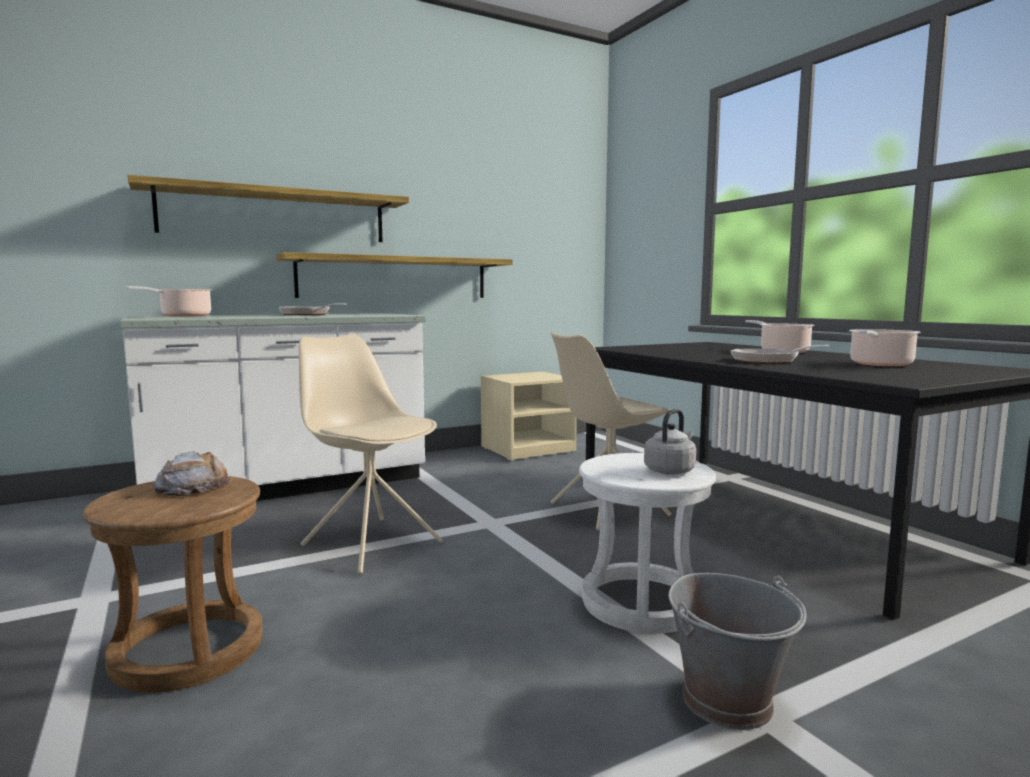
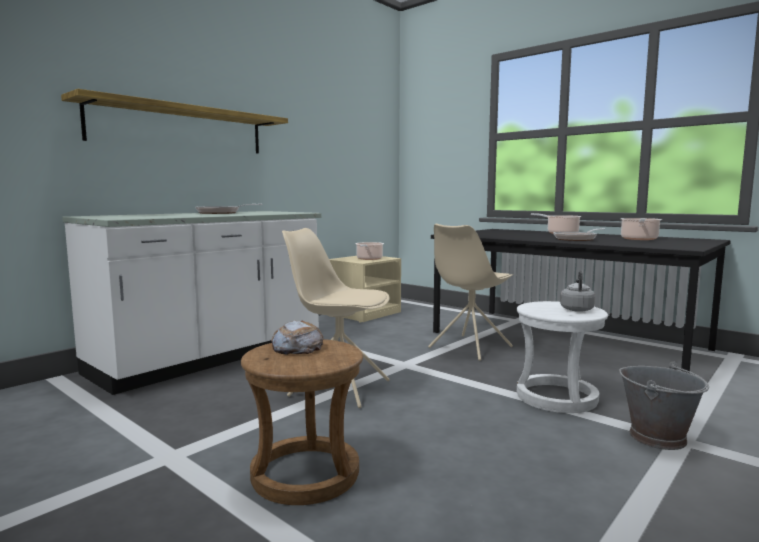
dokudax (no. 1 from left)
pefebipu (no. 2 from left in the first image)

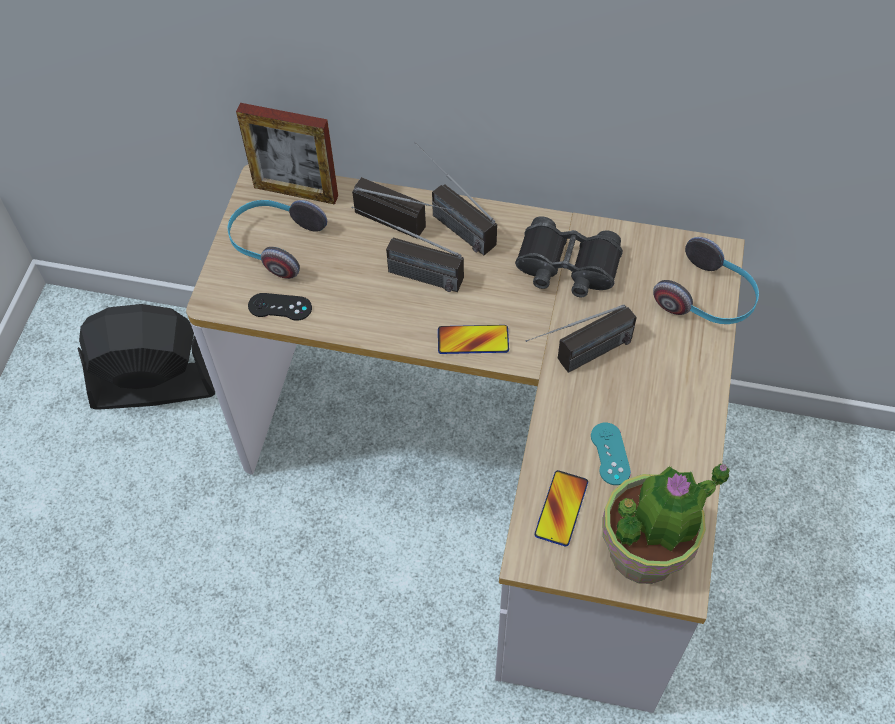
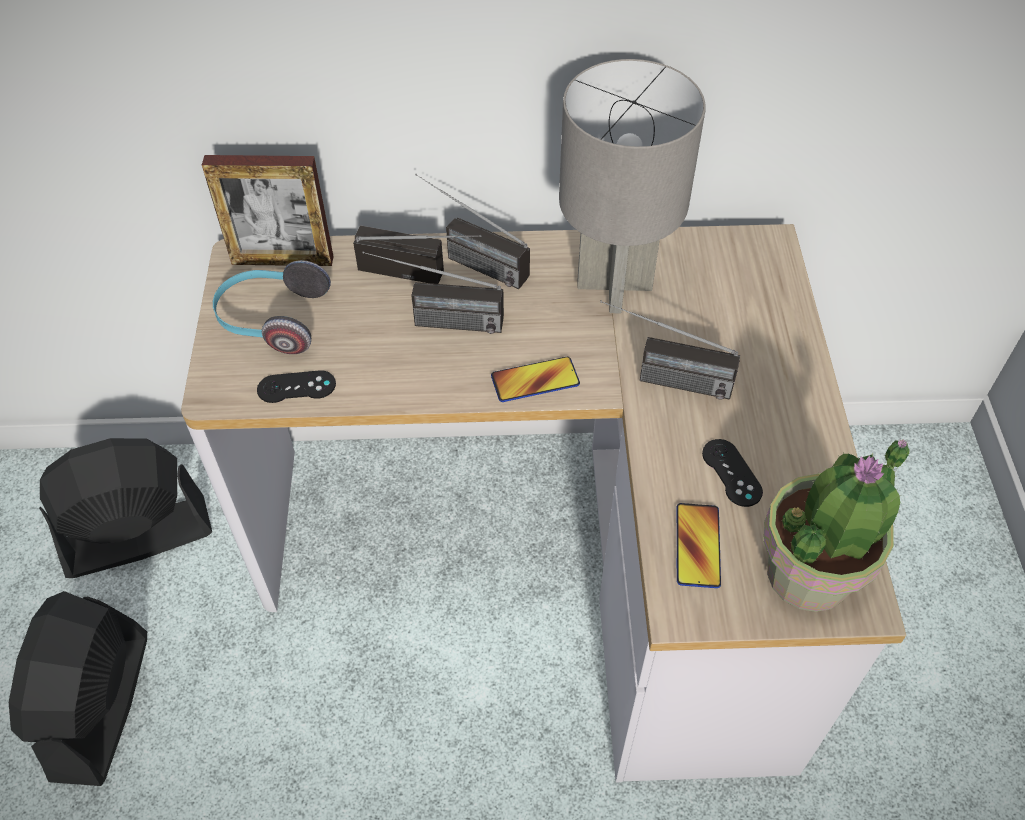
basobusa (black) (no. 1 from left)
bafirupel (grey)
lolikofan (no. 4 from left)
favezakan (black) (no. 2 from left)
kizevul (no. 2 from left in the first image)

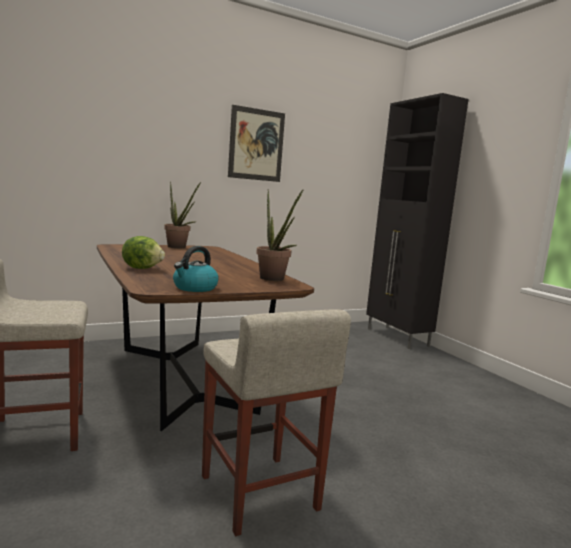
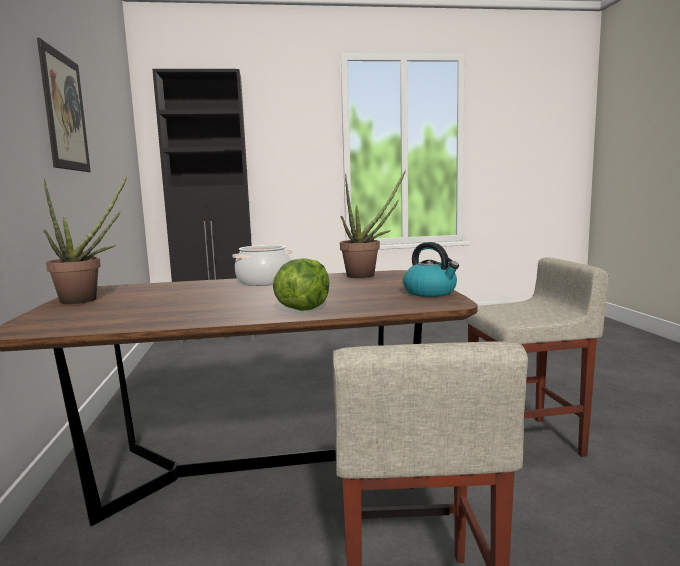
dokudax

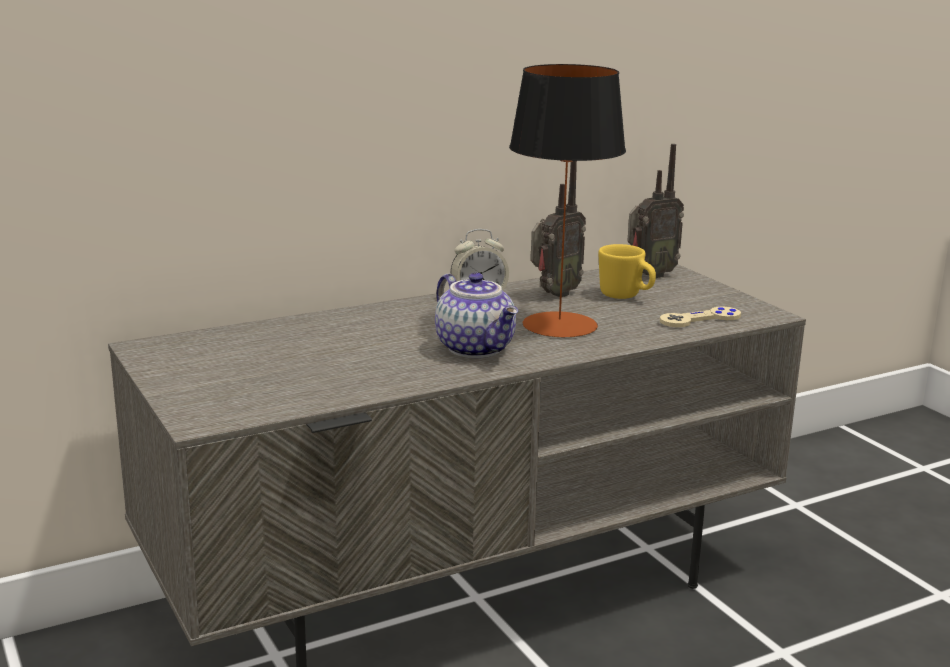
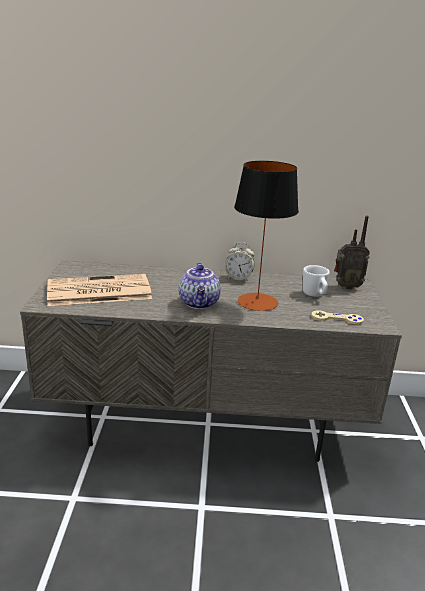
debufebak
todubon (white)
lolikofan (no. 1 from left in the first image)

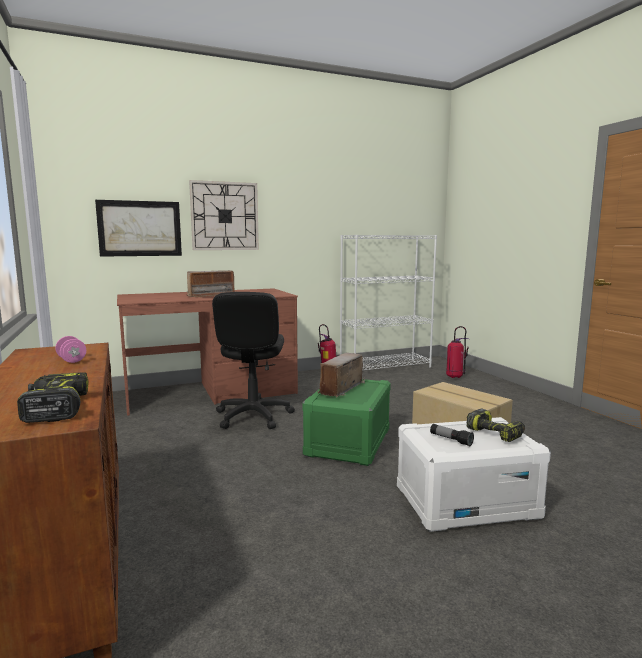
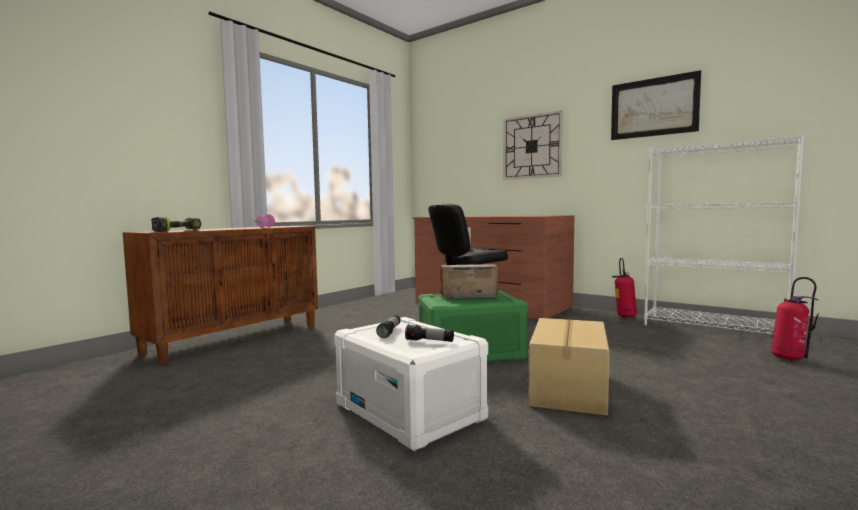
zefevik (no. 2 from left)
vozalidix
lolikofan (no. 1 from left in the first image)

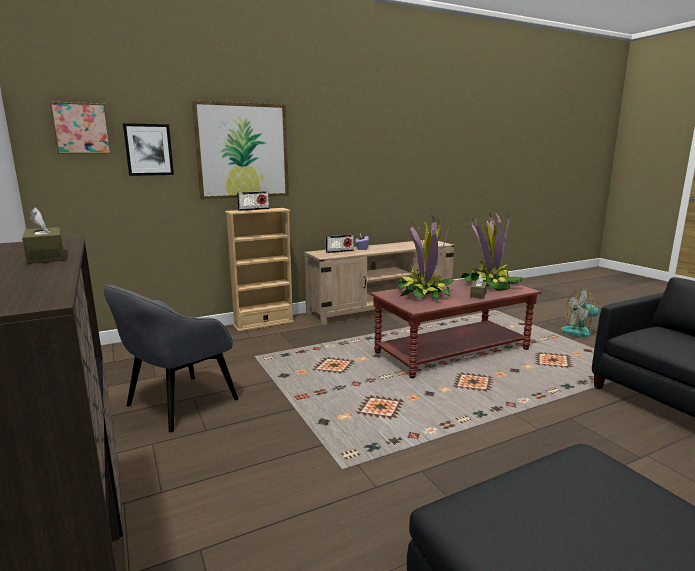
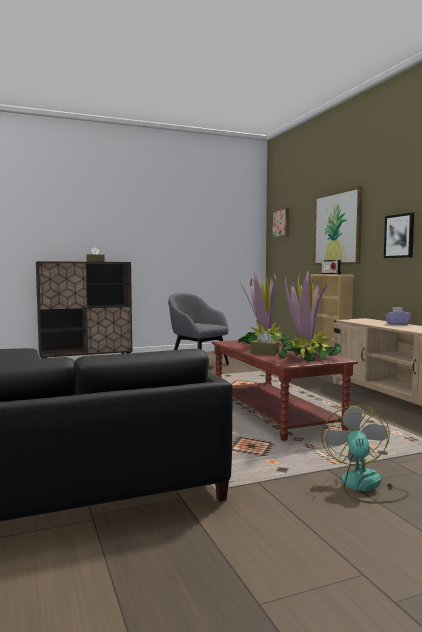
vozalidix (no. 3 from left)
lolikofan (no. 2 from left in the first image)

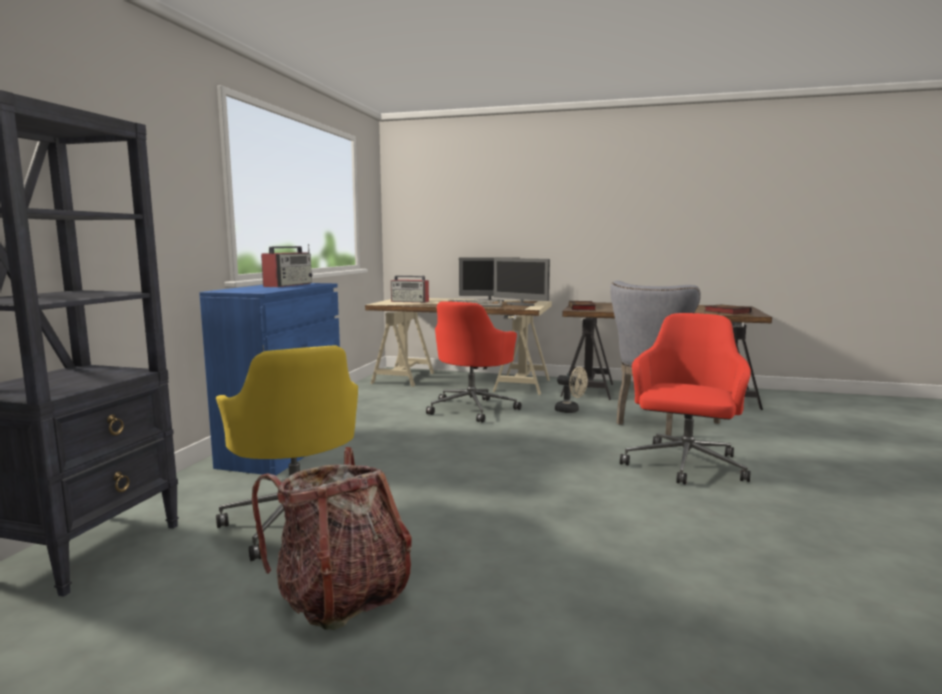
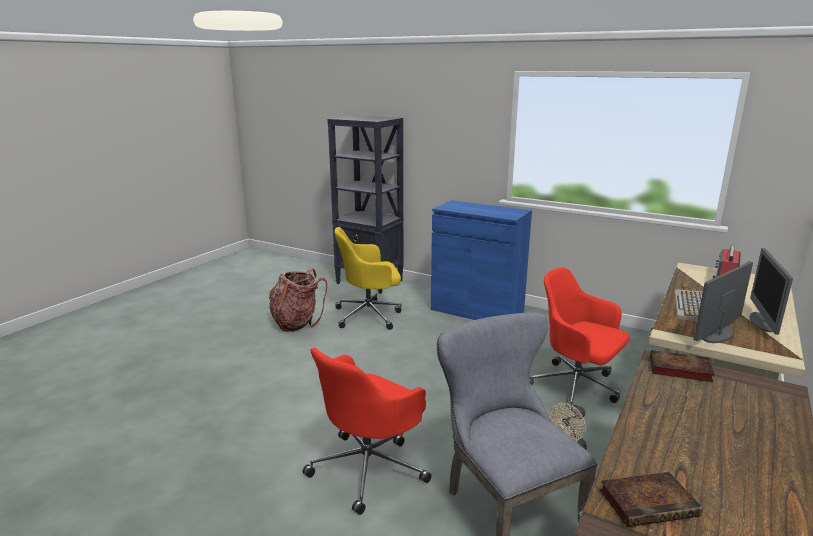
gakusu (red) (no. 1 from left)
lolikofan (no. 1 from left in the first image)

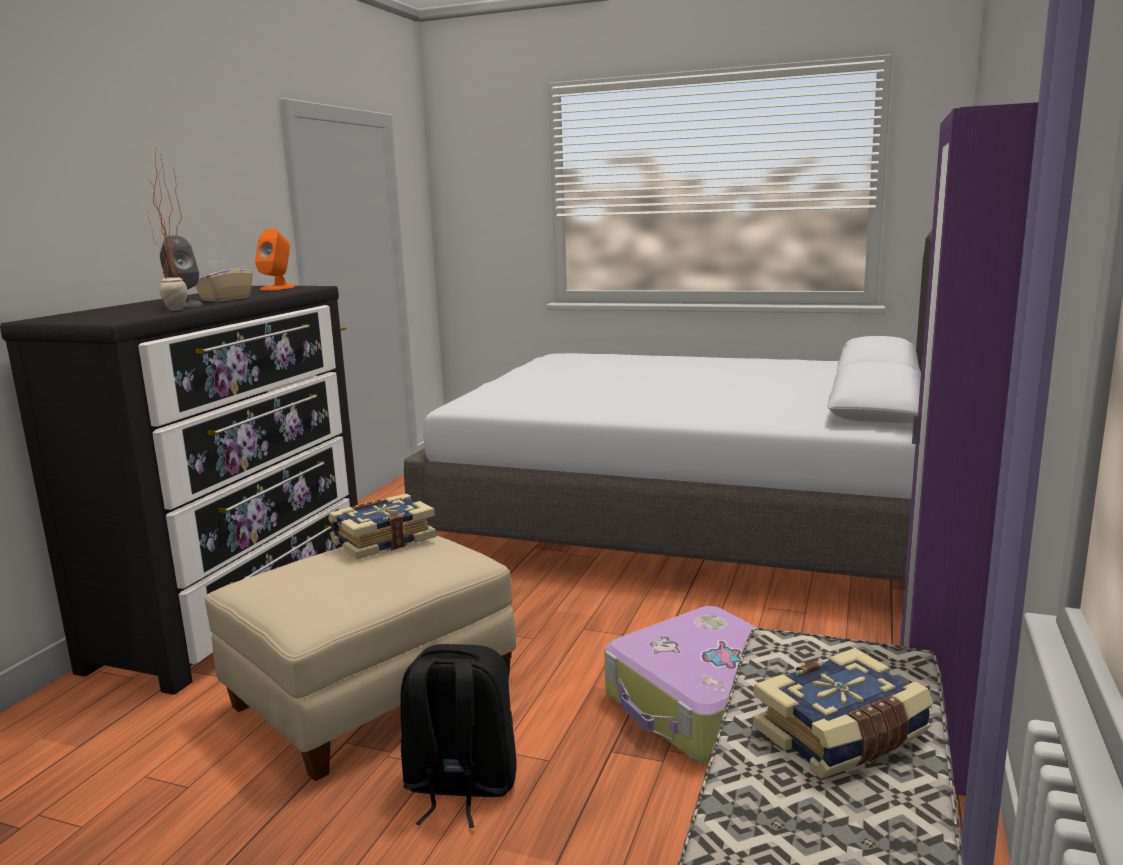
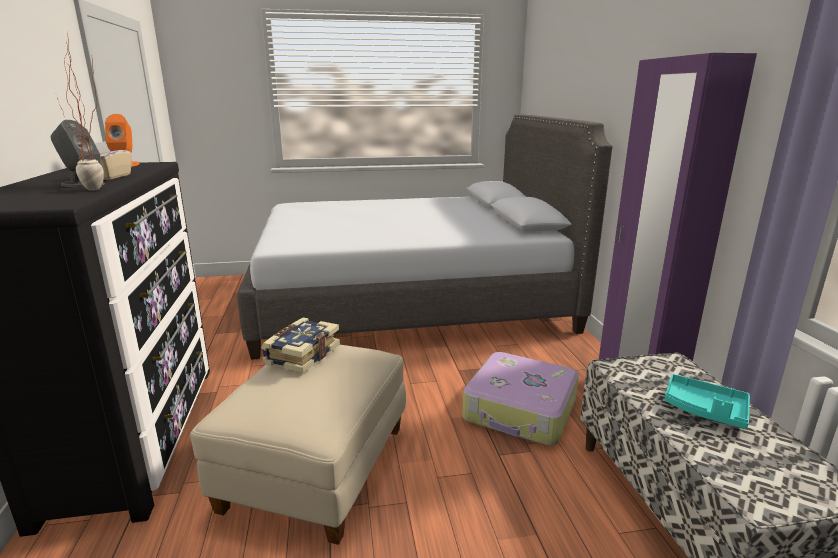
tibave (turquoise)
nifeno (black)

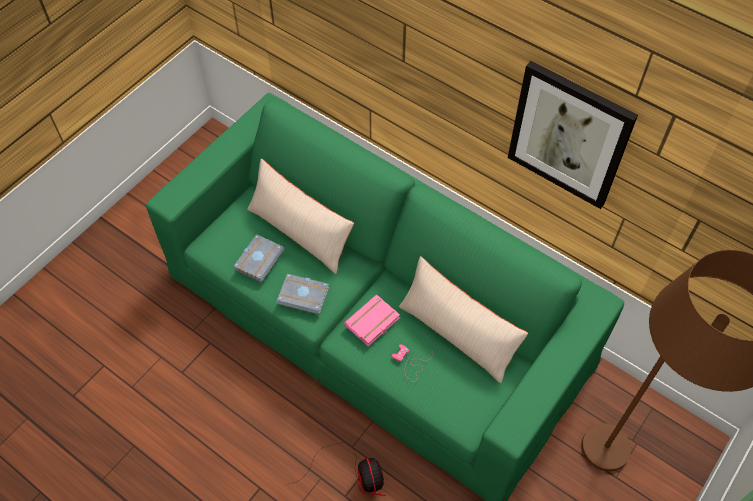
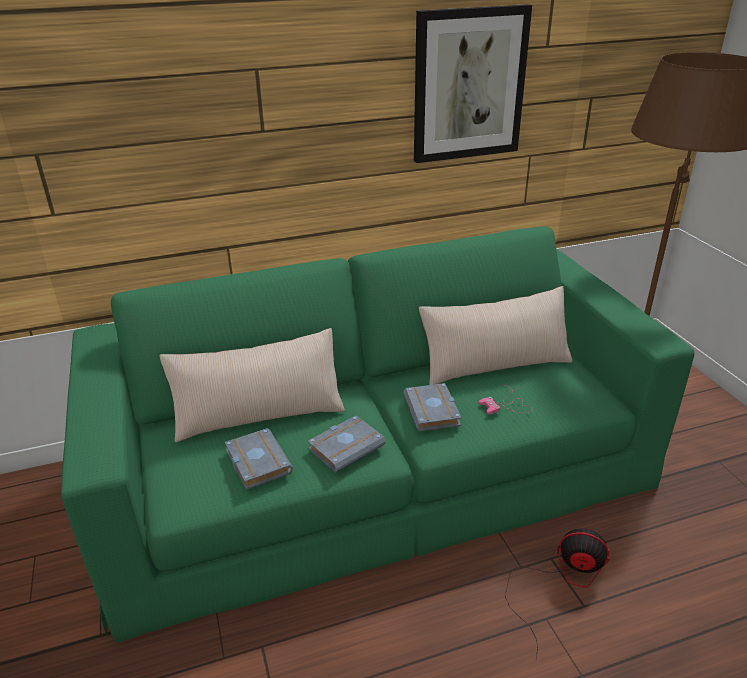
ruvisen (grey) (no. 3 from left)

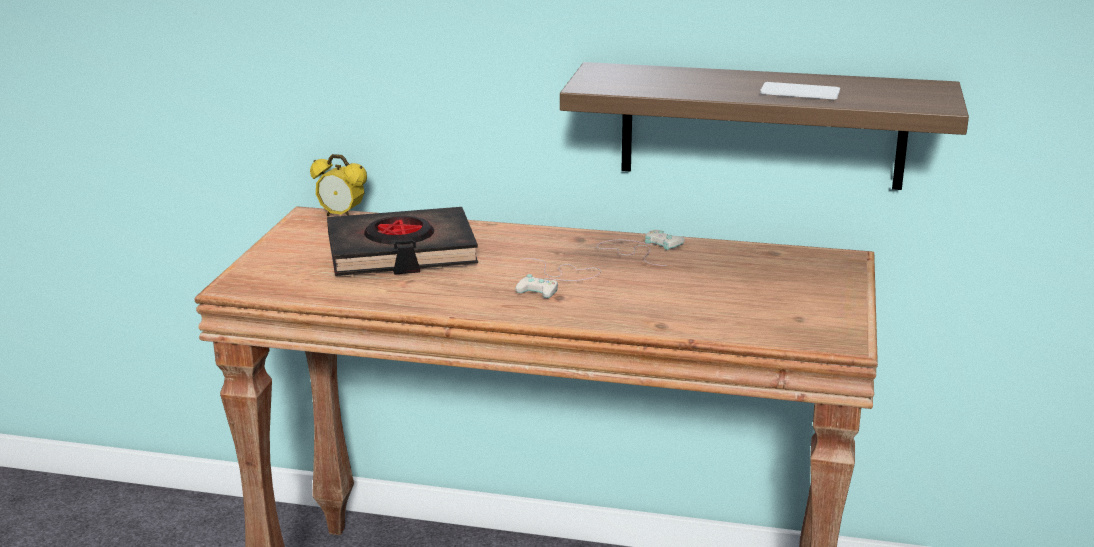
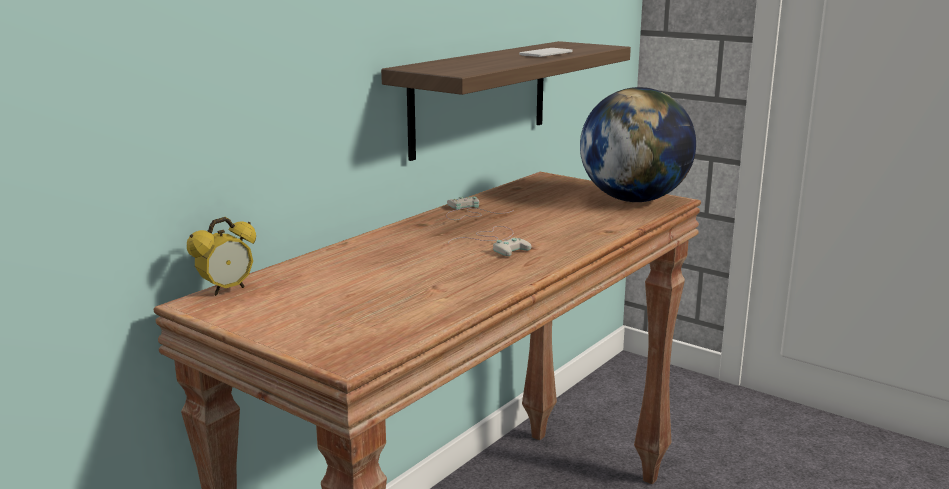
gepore
ruvisen (black)

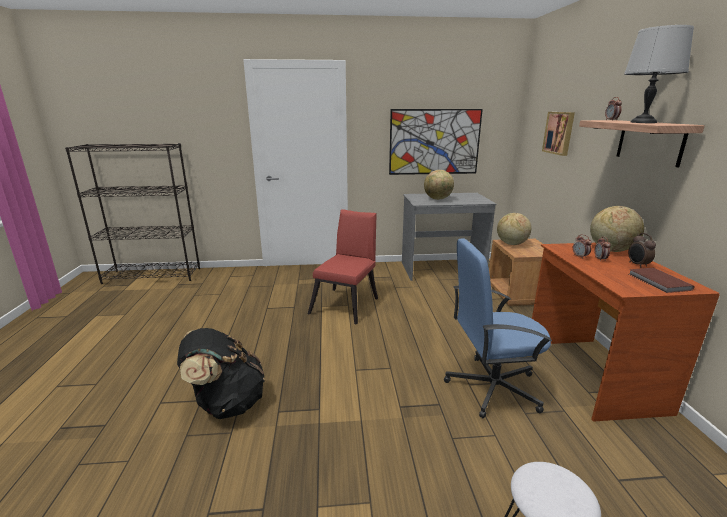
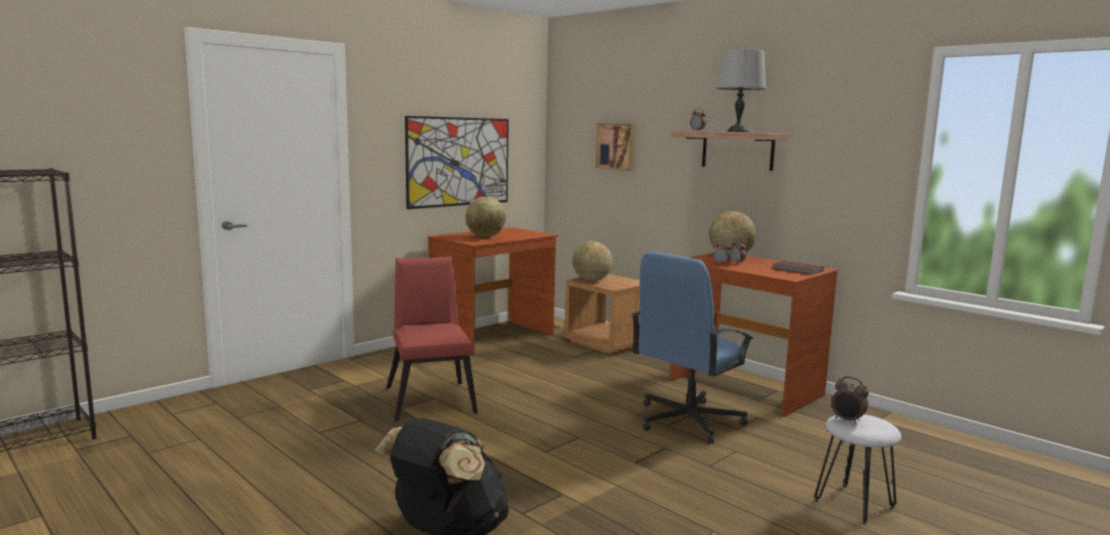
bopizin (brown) (no. 1 from left)
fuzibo (no. 4 from left)

